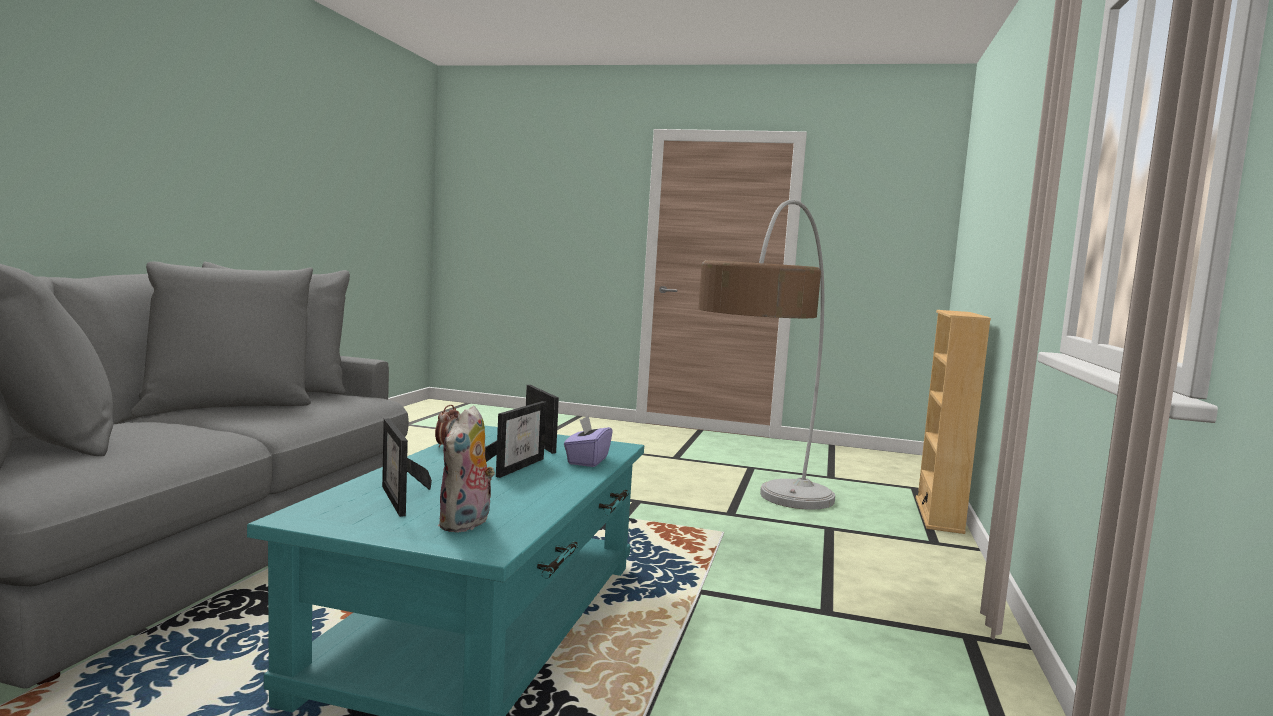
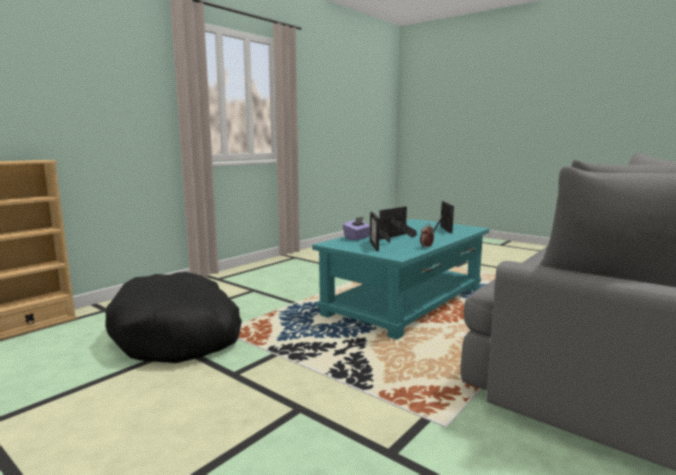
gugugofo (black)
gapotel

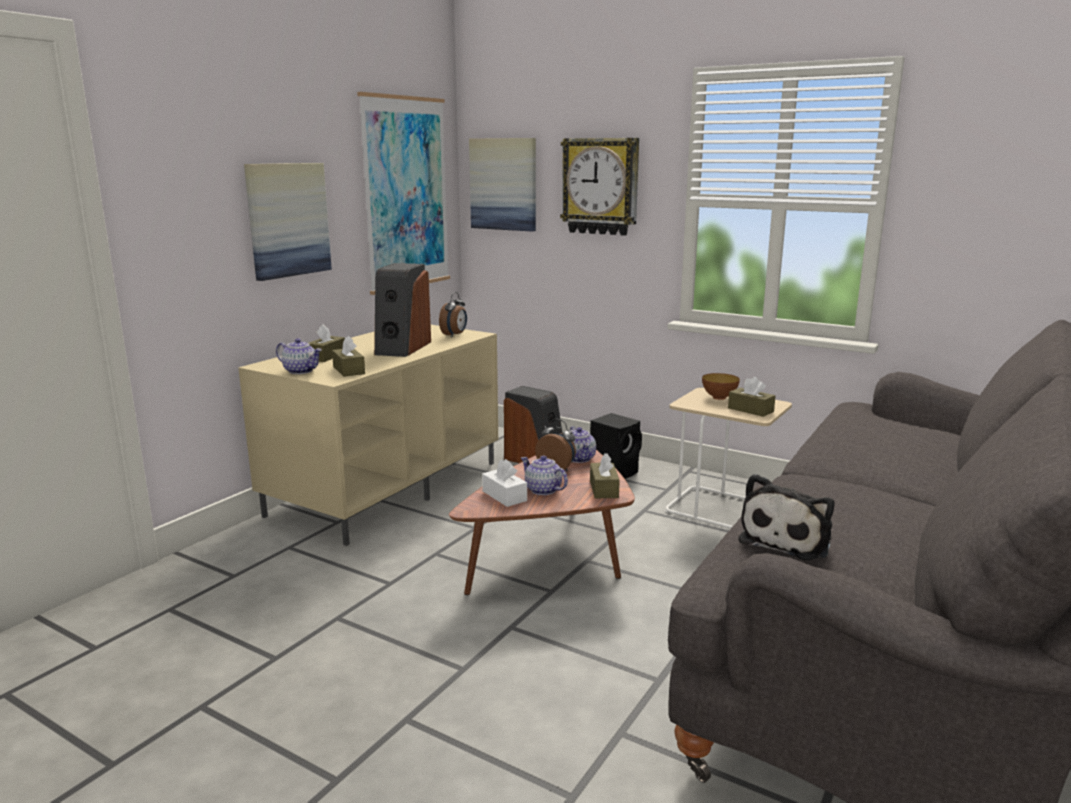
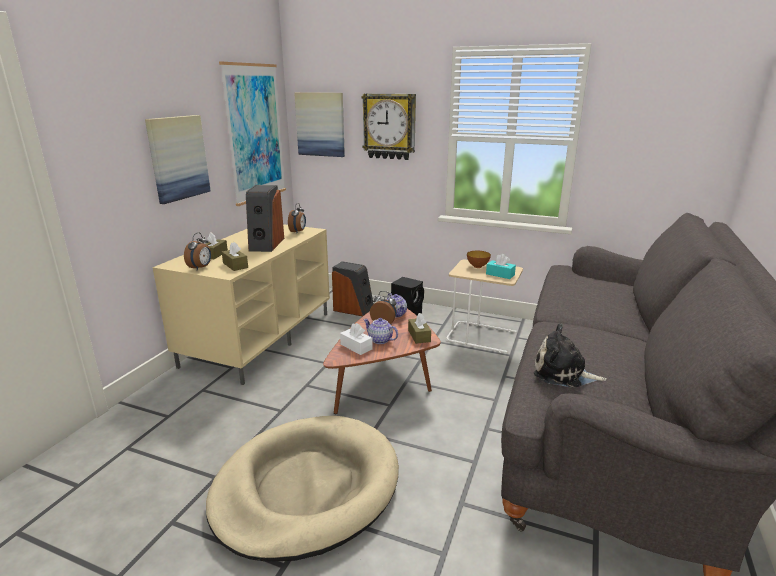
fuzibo (no. 1 from left)
gugugofo (beige)
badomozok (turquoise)
gapotel

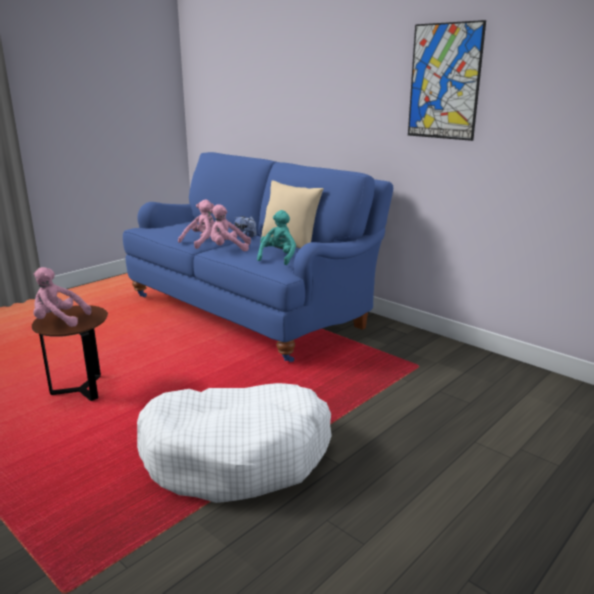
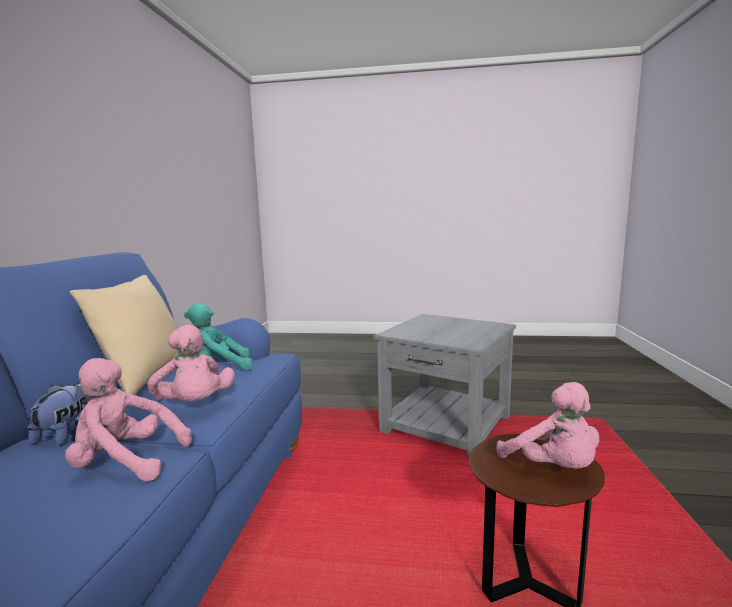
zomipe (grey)
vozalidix

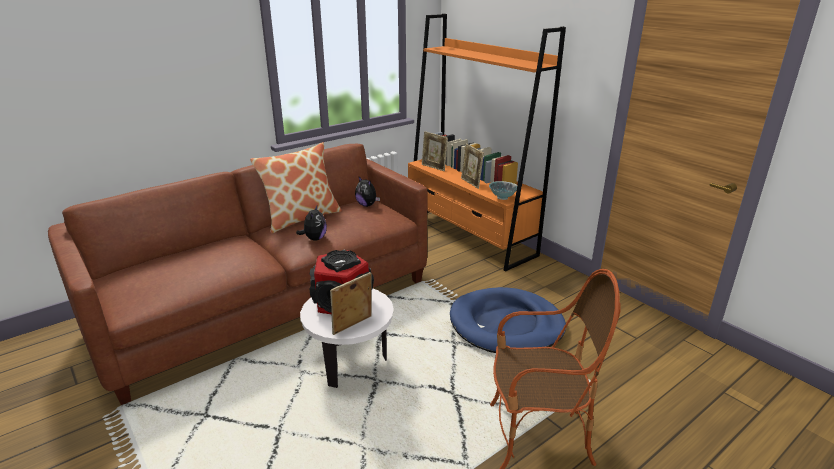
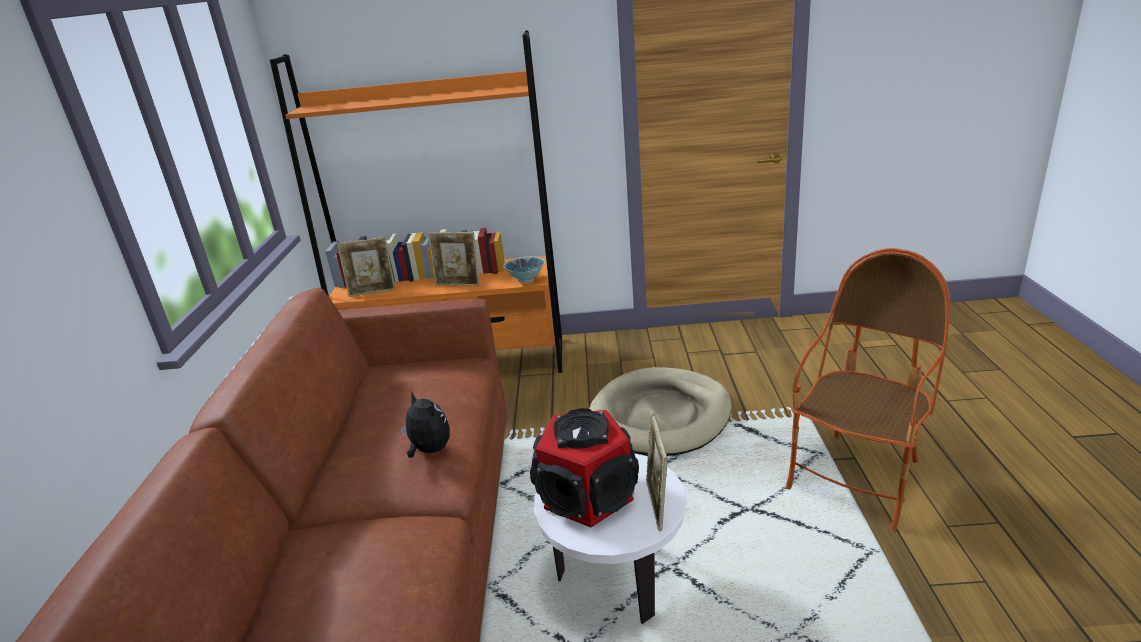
gugugofo (beige)
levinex
gapotel (no. 2 from left in the first image)

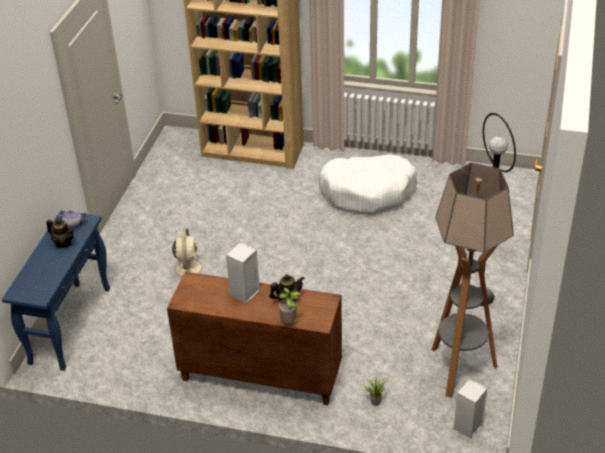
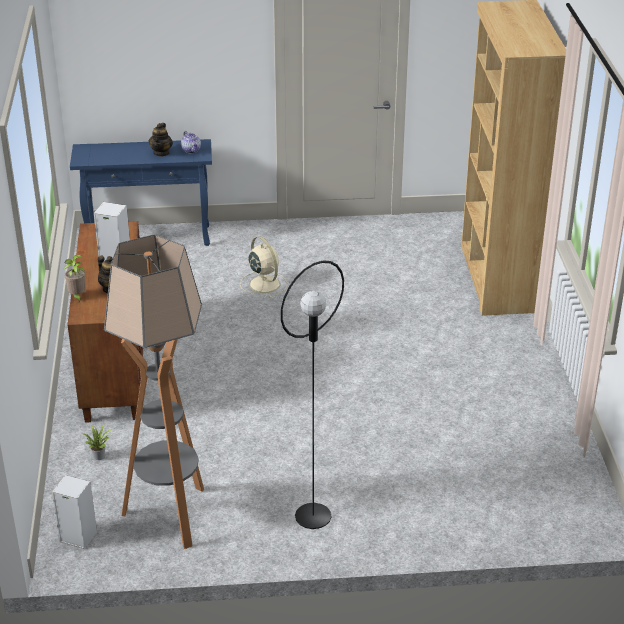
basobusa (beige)
gugugofo (white)

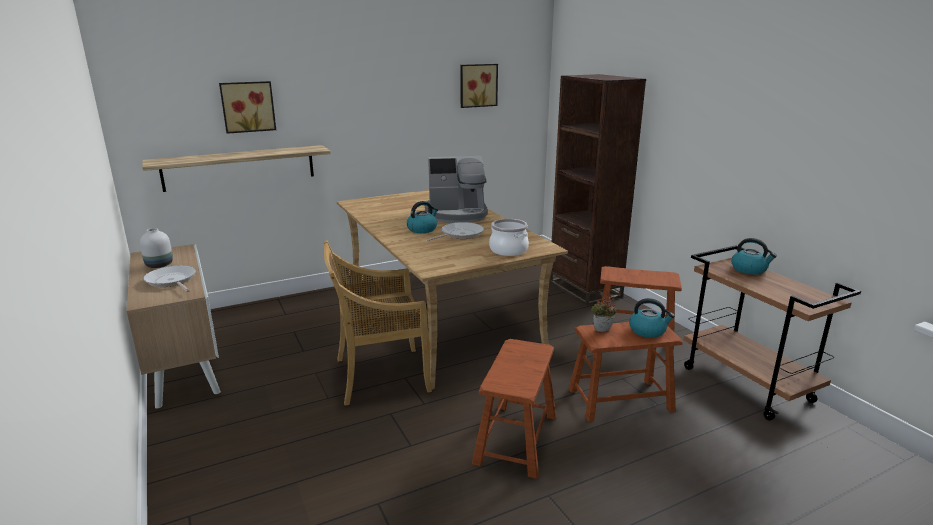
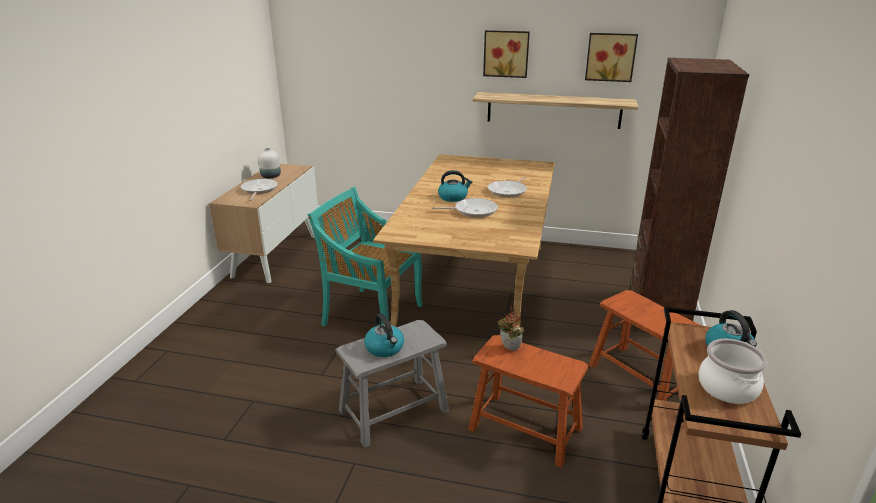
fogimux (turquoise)
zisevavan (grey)
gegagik (no. 1 from left)
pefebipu
vozalidix (no. 1 from left)
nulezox (no. 3 from left)
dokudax

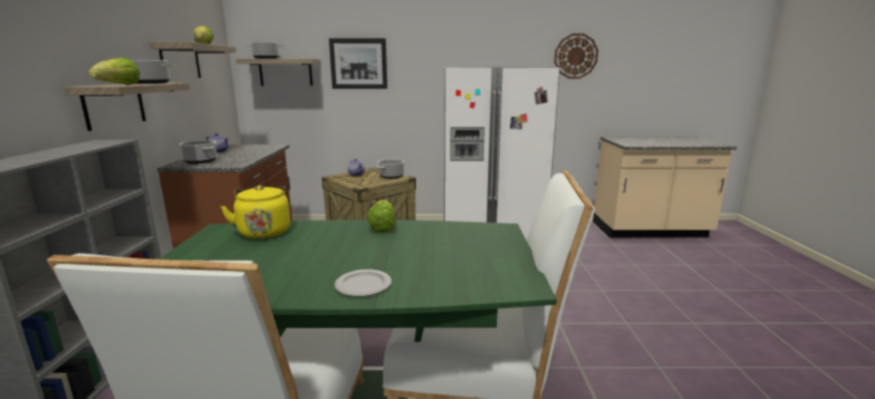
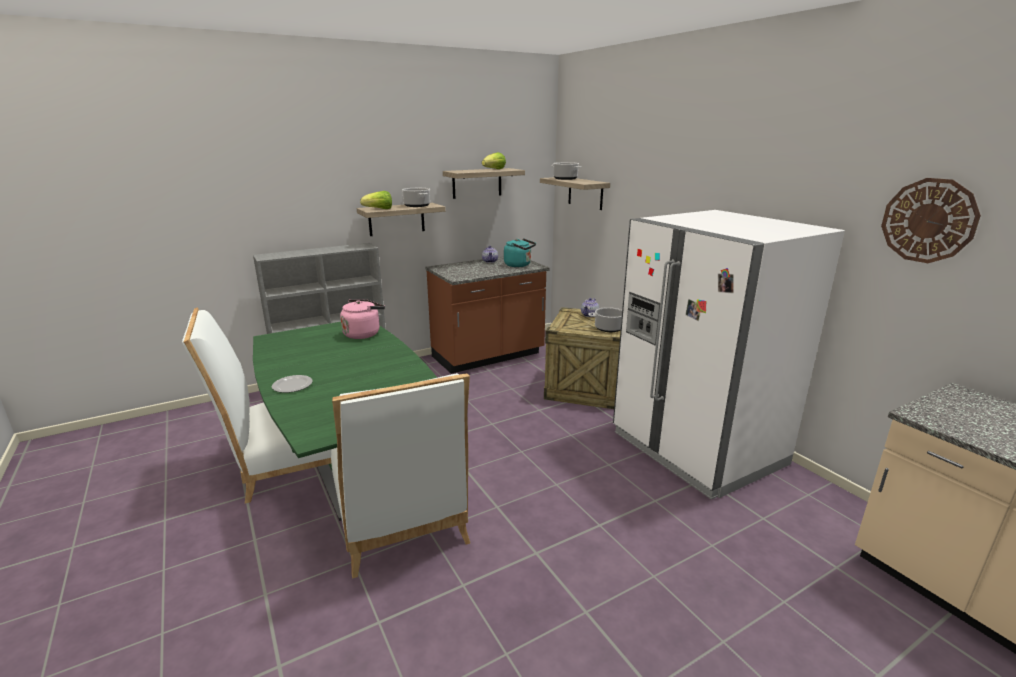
gegagik (pink)
gegagik (turquoise)
dokudax (no. 2 from left in the first image)
vozalidix
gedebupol (no. 3 from left in the first image)

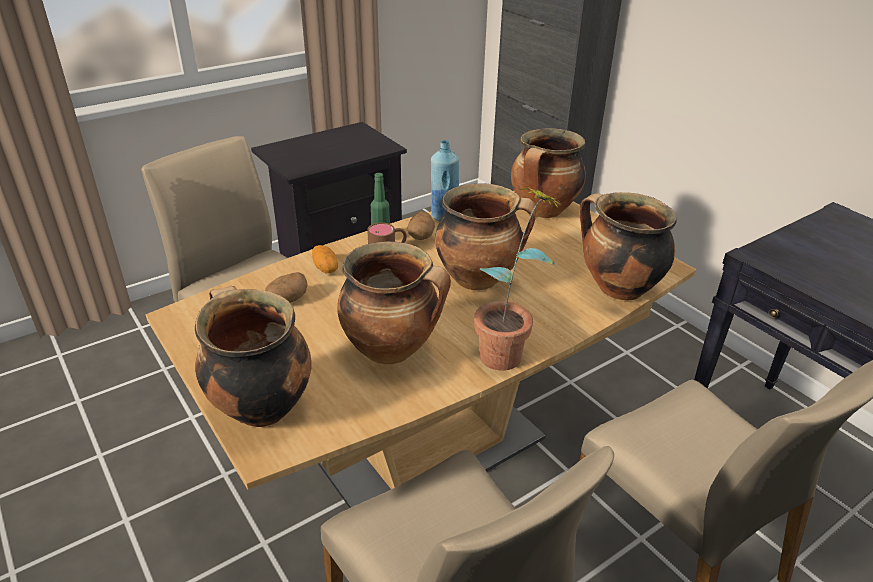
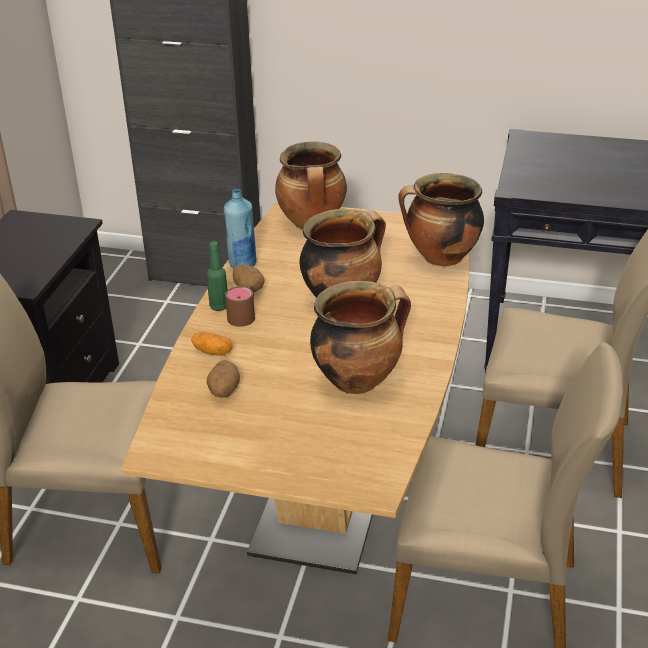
dokudax (no. 1 from left in the first image)
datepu

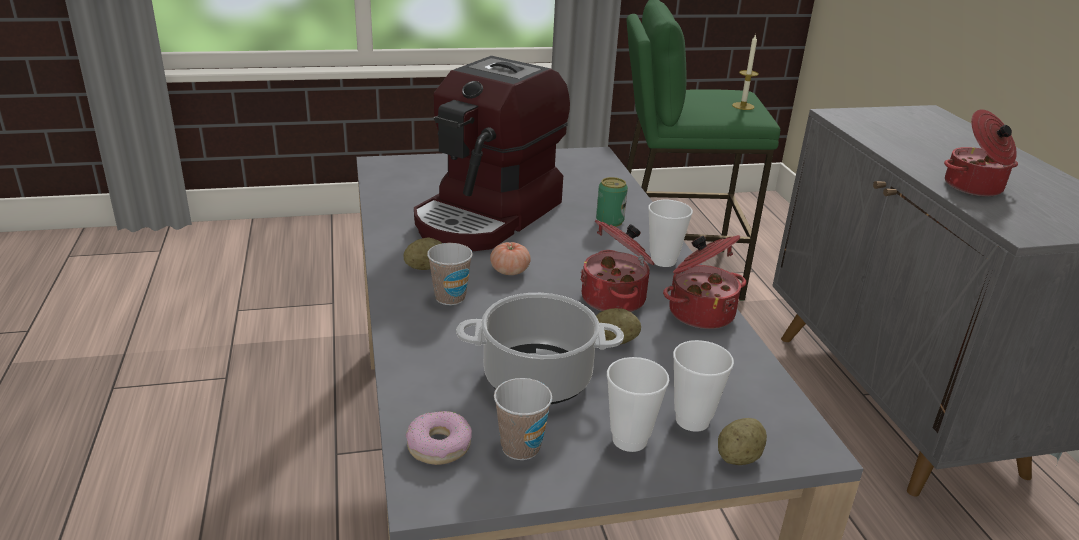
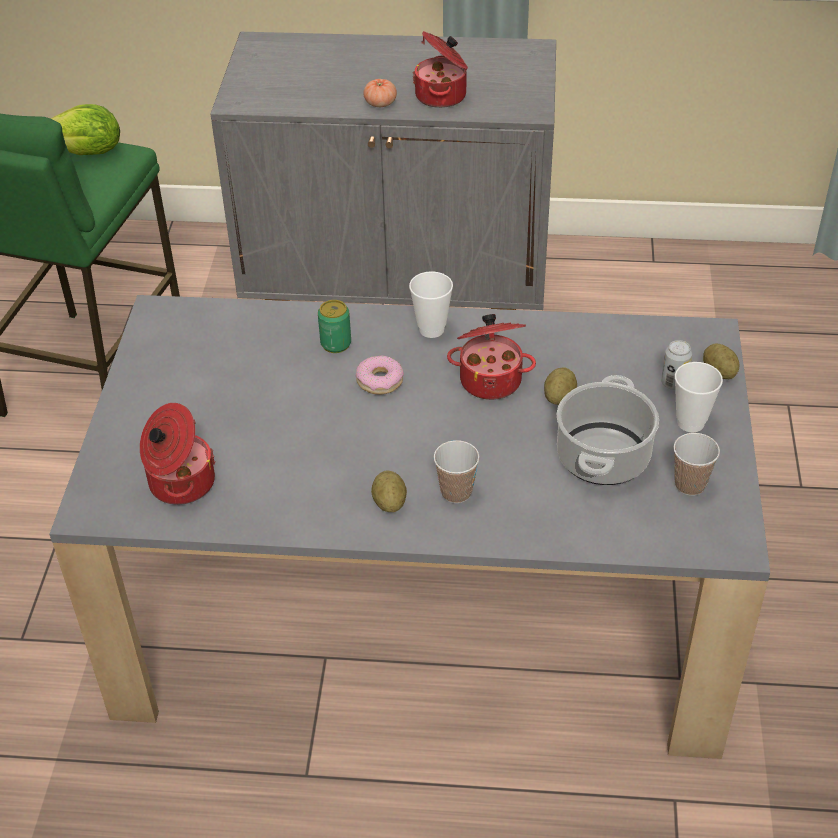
gedebupol
dokudax (no. 1 from left)
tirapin
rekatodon
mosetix (no. 2 from left)
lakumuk

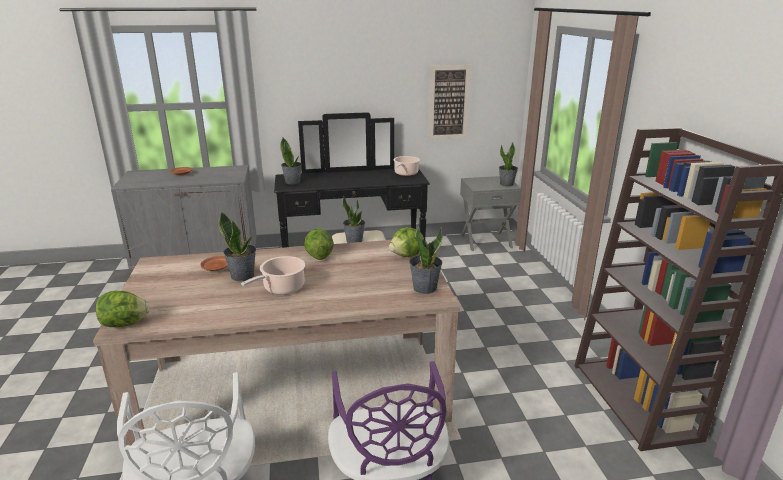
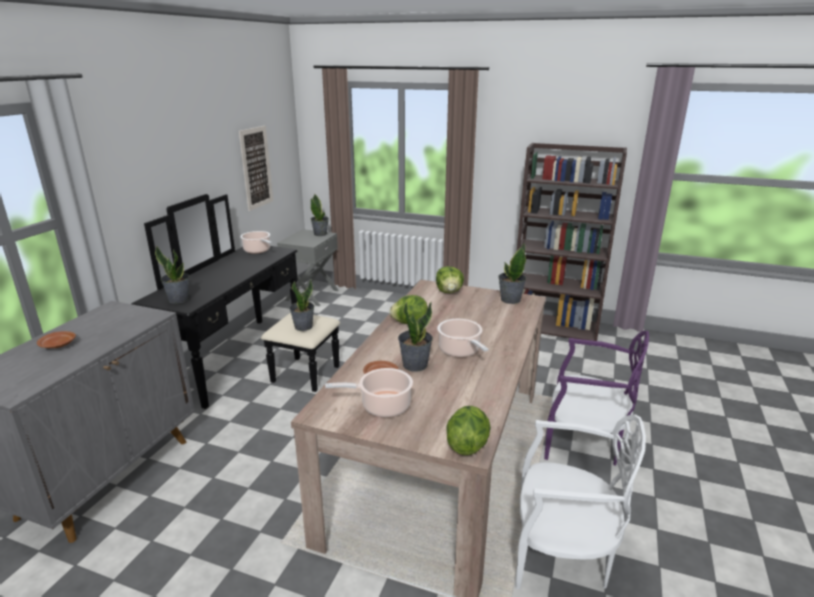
dokudax (no. 2 from left)

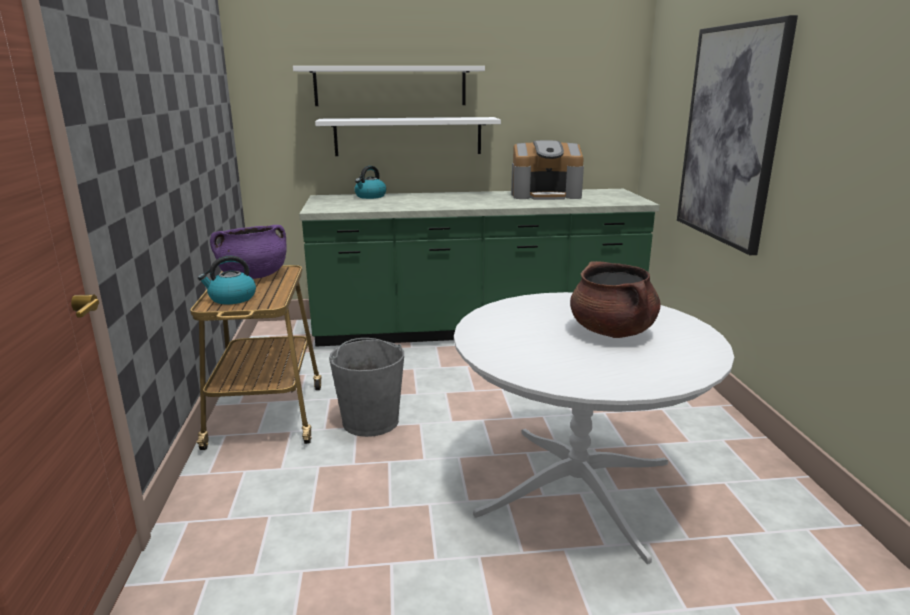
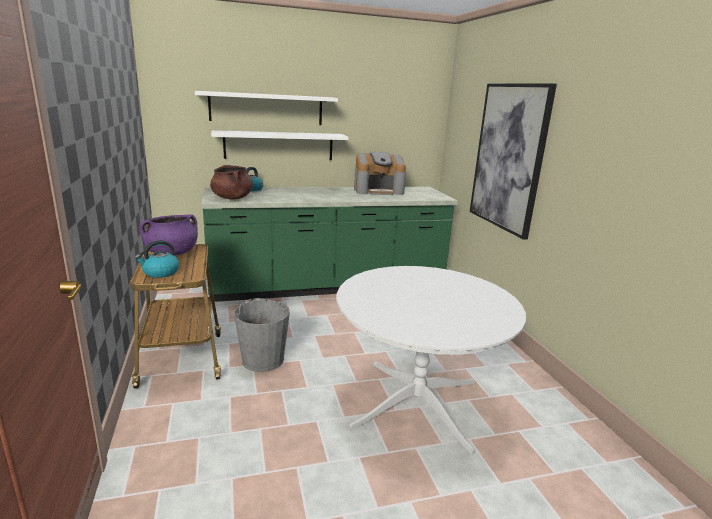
dokudax (brown)

